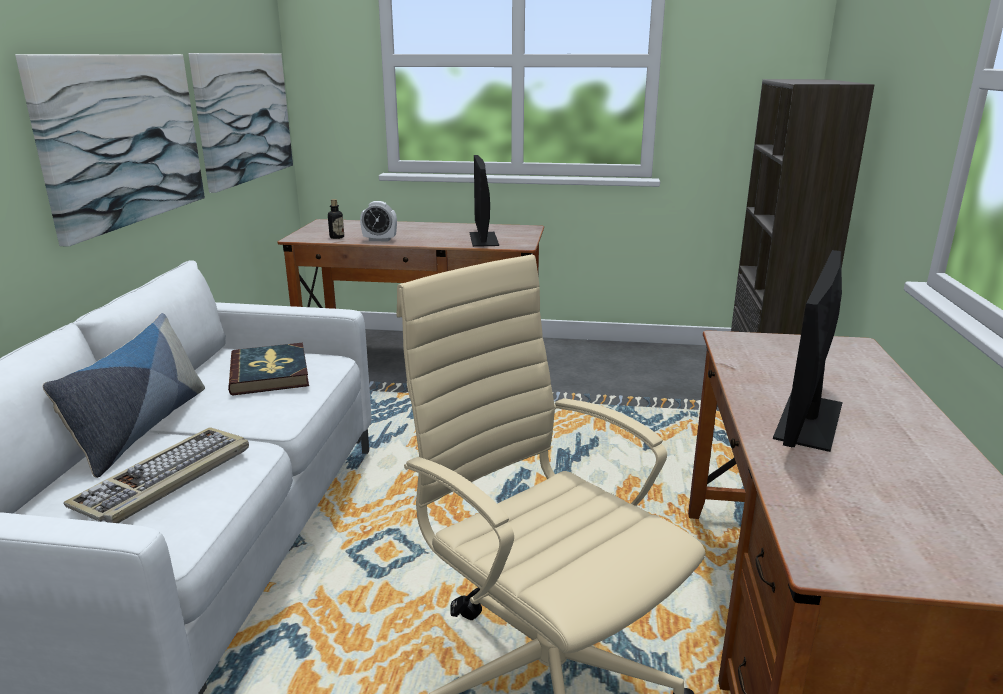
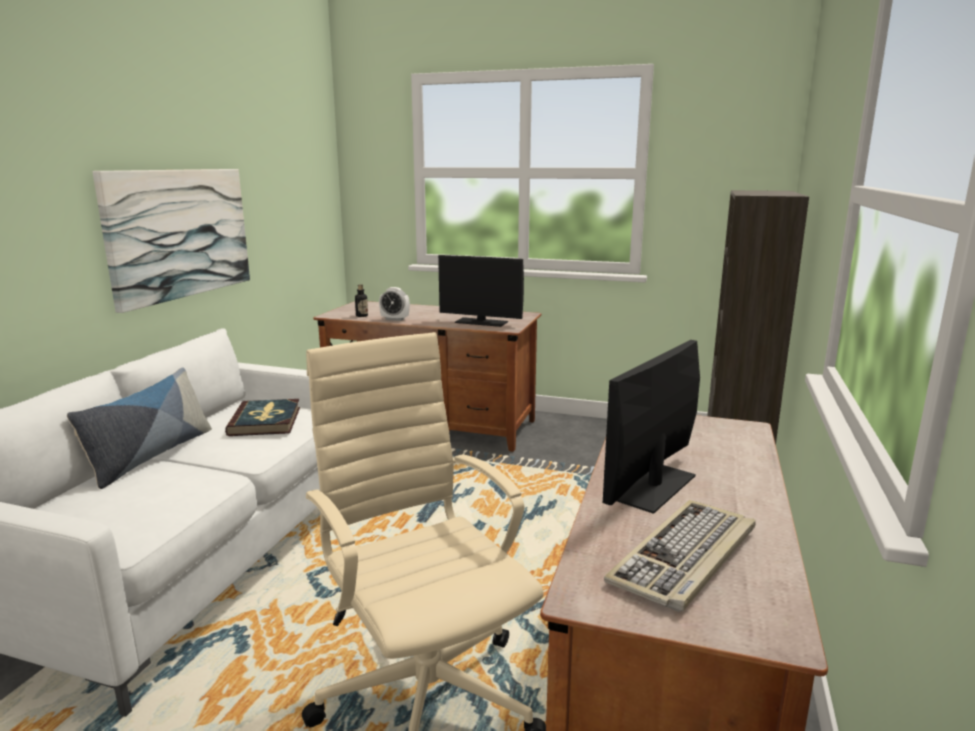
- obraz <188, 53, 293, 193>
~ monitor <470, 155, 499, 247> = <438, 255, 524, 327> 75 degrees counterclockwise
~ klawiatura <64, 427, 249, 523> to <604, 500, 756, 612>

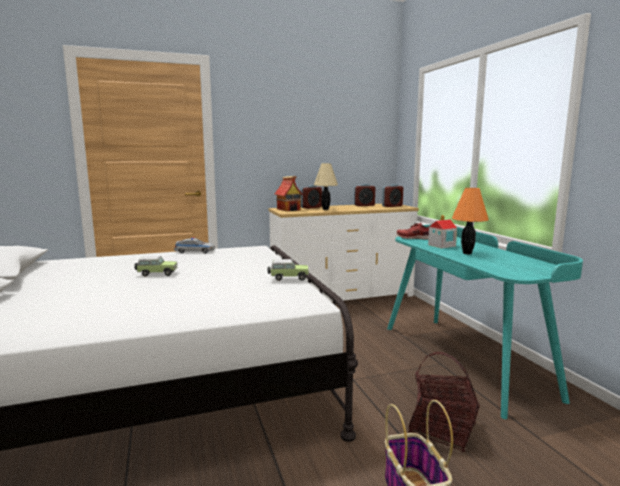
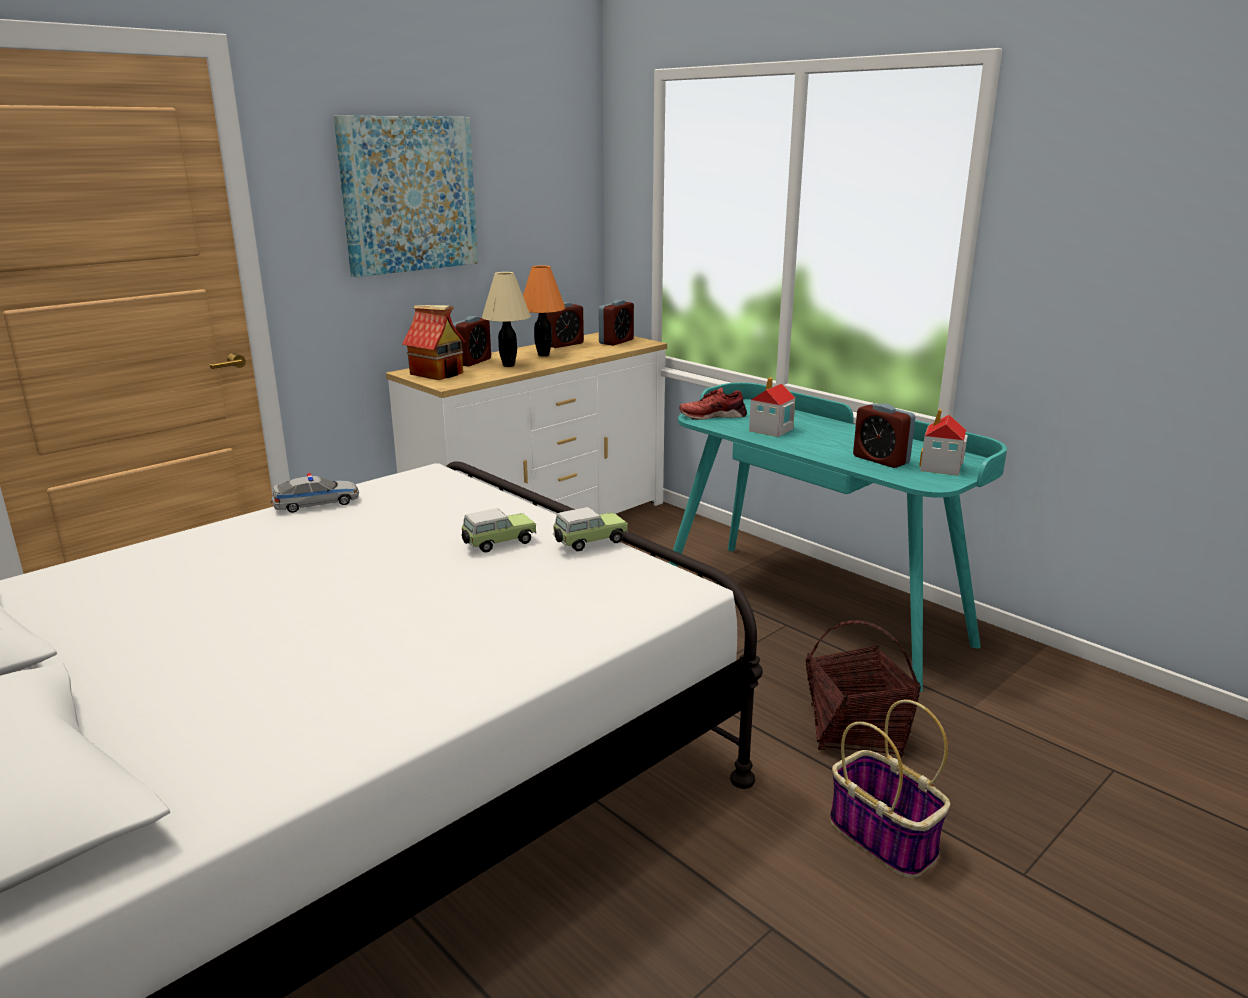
~ lampa stołowa [pomarańczowy] <452, 188, 489, 254> to <523, 265, 565, 357>
~ samochodzik <134, 256, 178, 277> to <461, 508, 536, 553>
+ obraz <334, 115, 478, 277>
+ budzik <853, 403, 915, 468>
+ domek <919, 409, 968, 476>

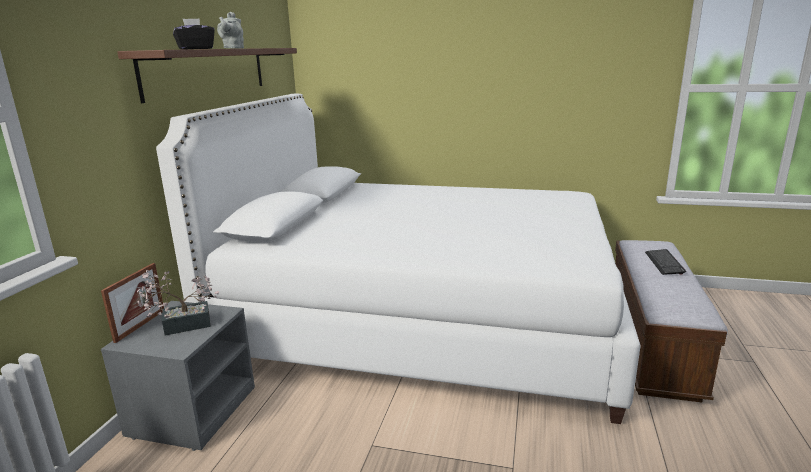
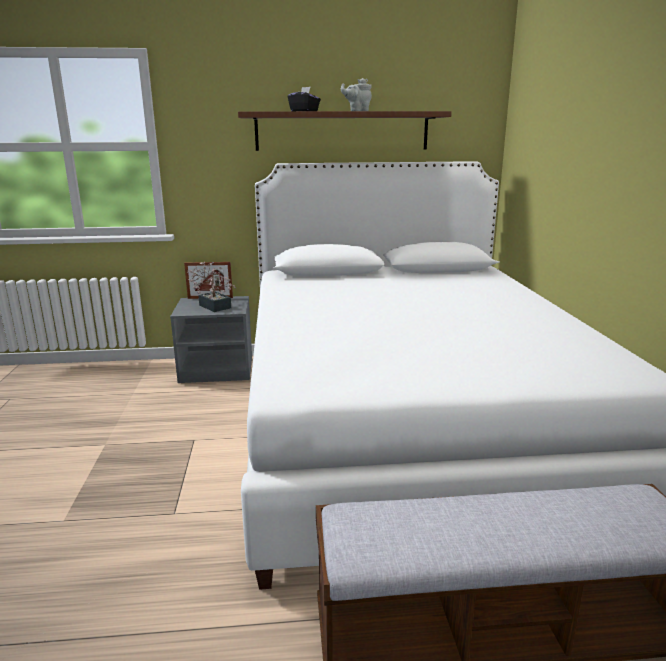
- klawiatura <645, 249, 686, 275>

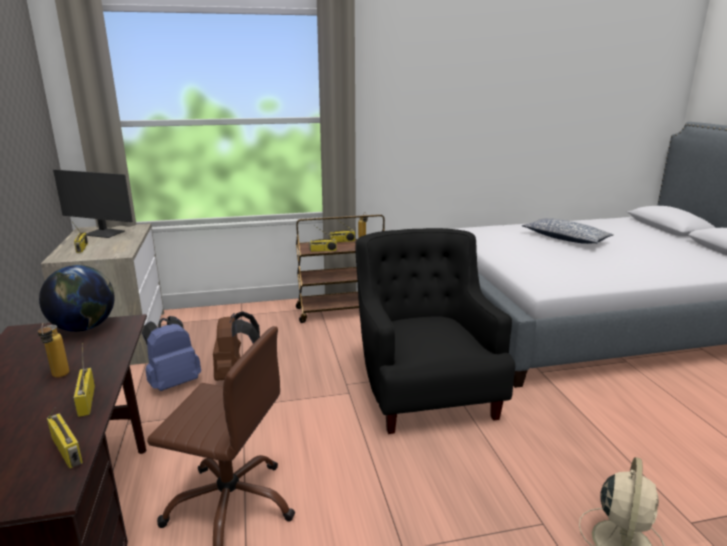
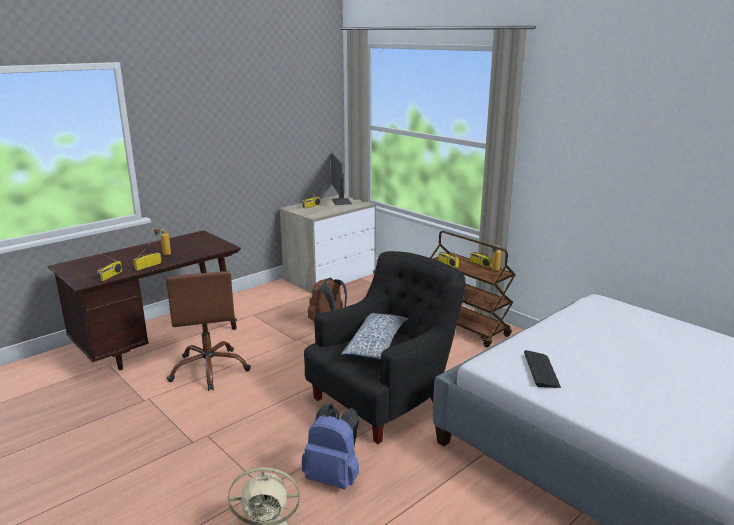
~ poduszka <522, 218, 613, 244> to <341, 313, 408, 360>
- globus <39, 265, 115, 332>
~ plecak [niebieski] <142, 316, 201, 391> to <302, 404, 359, 489>
+ klawiatura <524, 350, 561, 388>

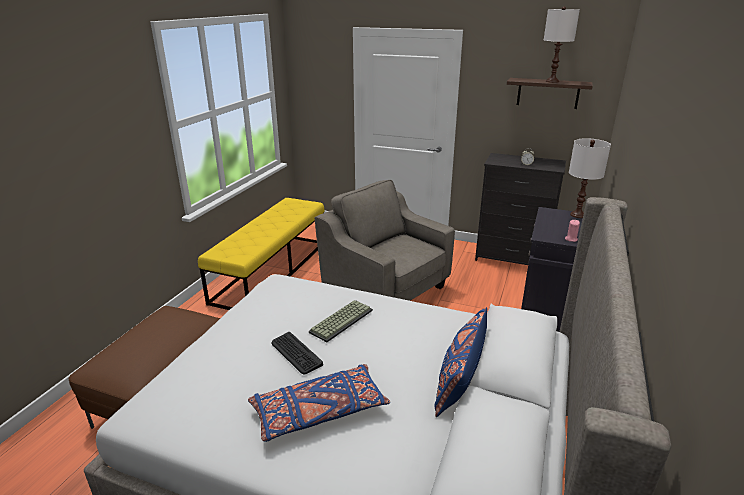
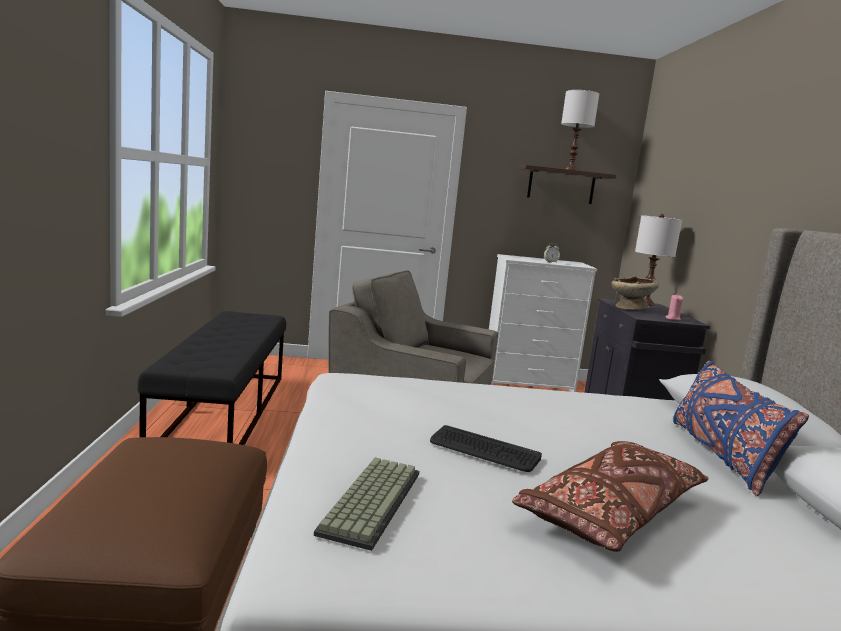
~ komoda [czarny] <475, 153, 566, 265> to komoda [biały] <489, 254, 597, 392>
~ ławka [żółty] <198, 198, 325, 310> to ławka [czarny] <138, 311, 286, 445>
~ klawiatura <309, 300, 373, 342> to <314, 458, 419, 551>
~ poduszka [niebieski] <248, 364, 390, 442> to poduszka [brązowy] <512, 441, 708, 552>
+ miska [beżowy] <611, 275, 659, 310>

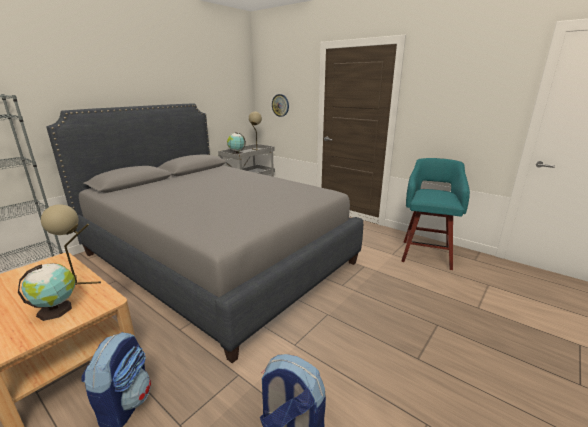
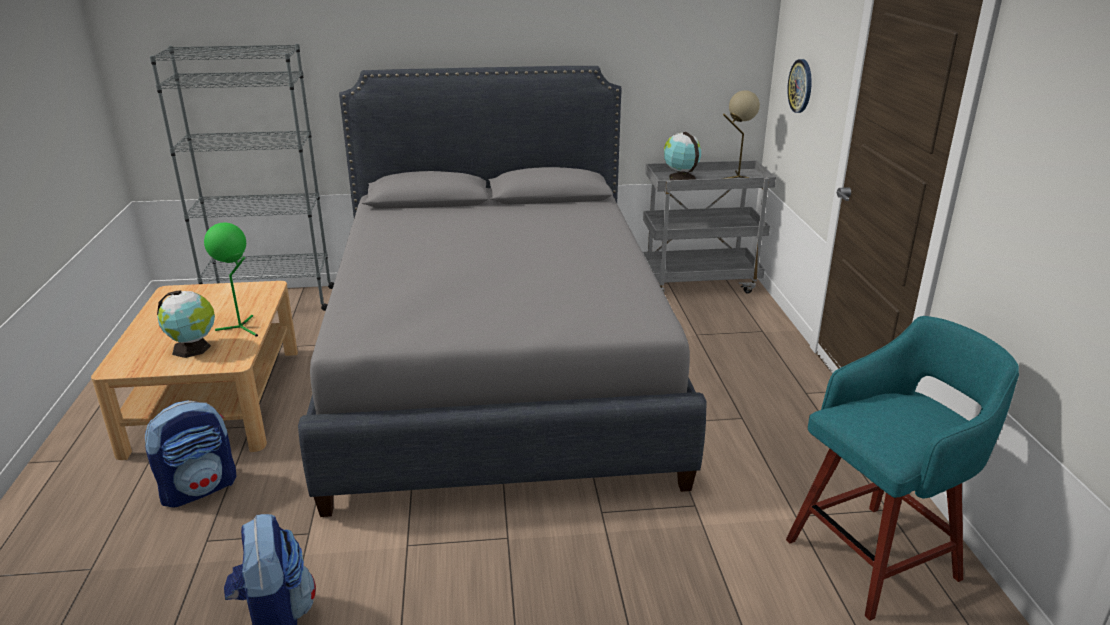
~ lampa stołowa [beżowy] <41, 204, 101, 285> to lampa stołowa [zielony] <204, 223, 258, 337>

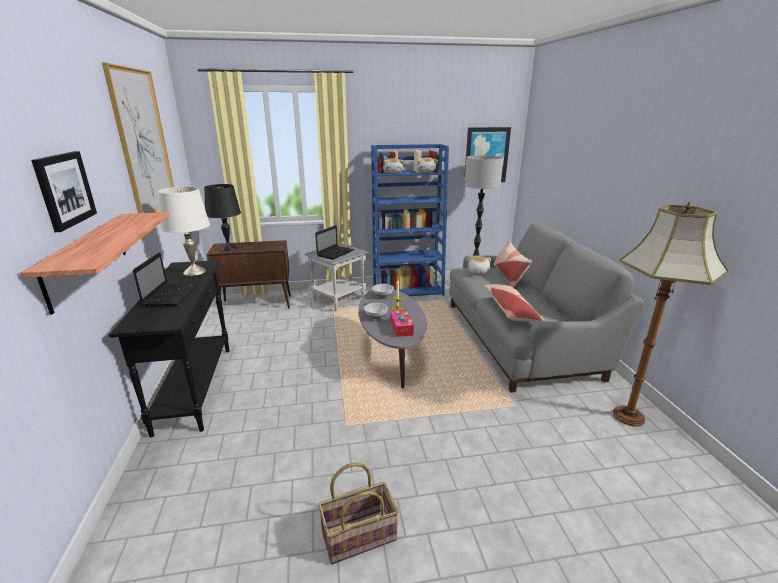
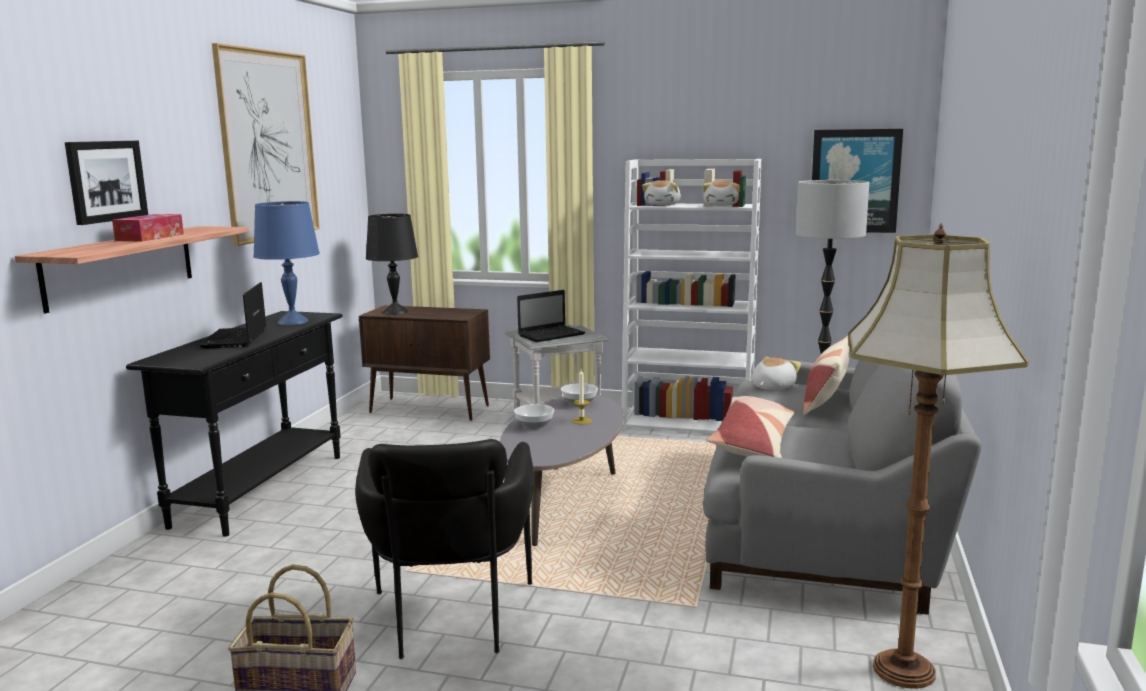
~ regał [niebieski] <371, 144, 449, 296> to regał [biały] <622, 159, 762, 433>
~ lampa stołowa [biały] <158, 186, 210, 276> to lampa stołowa [niebieski] <253, 201, 320, 325>
~ laptop <133, 252, 199, 307> = <199, 282, 266, 349> 150 degrees clockwise
~ pudełko chusteczek <390, 310, 414, 337> to <112, 214, 184, 242>
+ fotel [czarny] <355, 439, 534, 659>

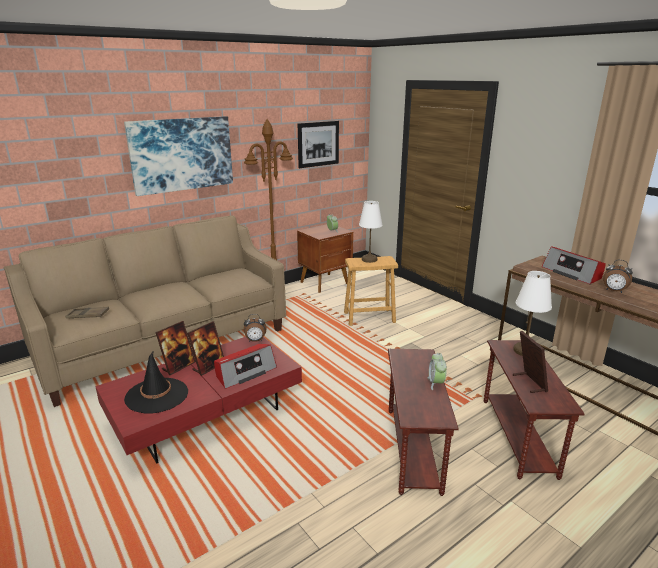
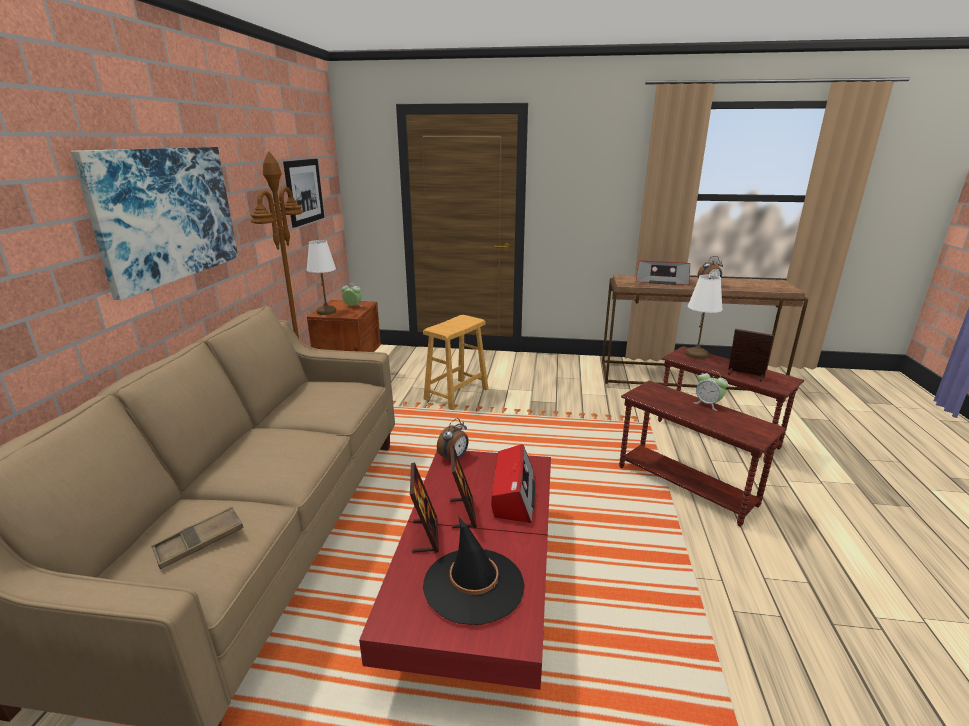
~ lampa stołowa [biały] <359, 201, 383, 263> to <307, 240, 336, 315>

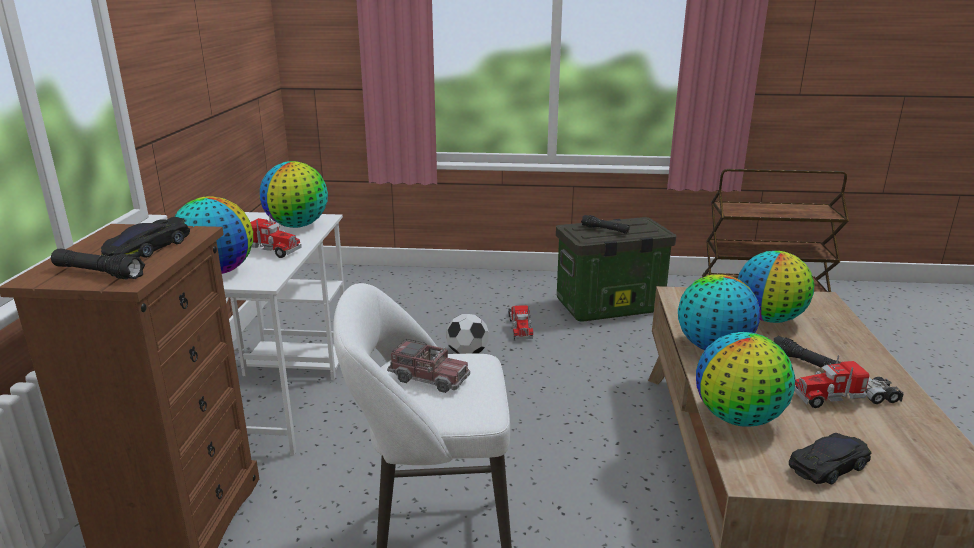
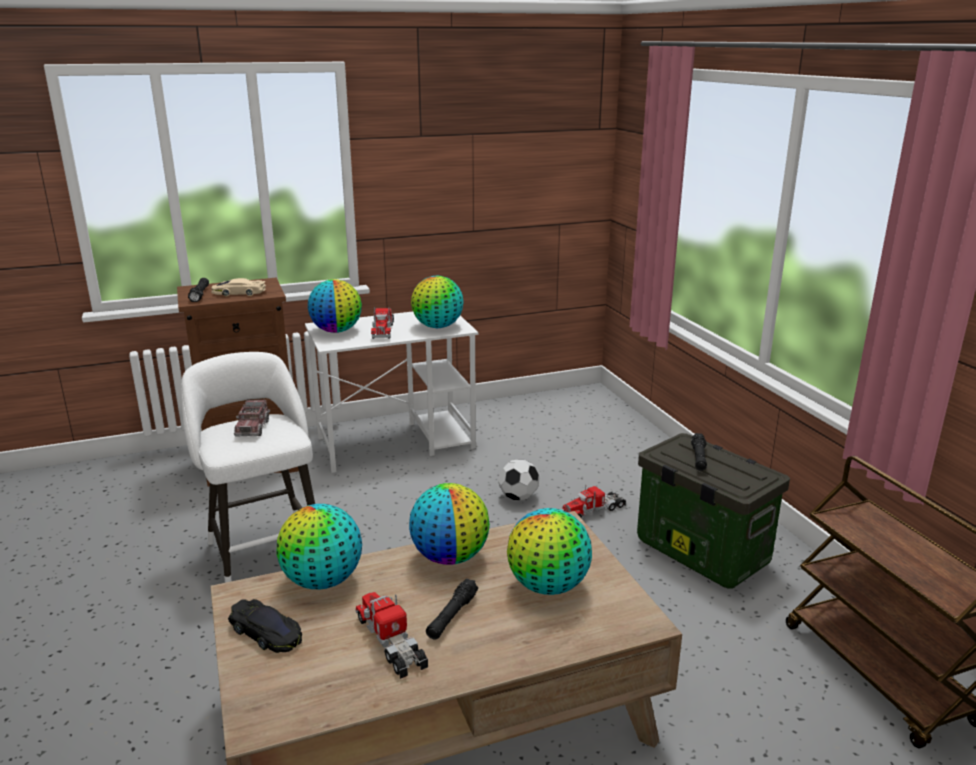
~ samochodzik [czarny] <101, 217, 190, 258> to samochodzik [beżowy] <211, 278, 266, 296>

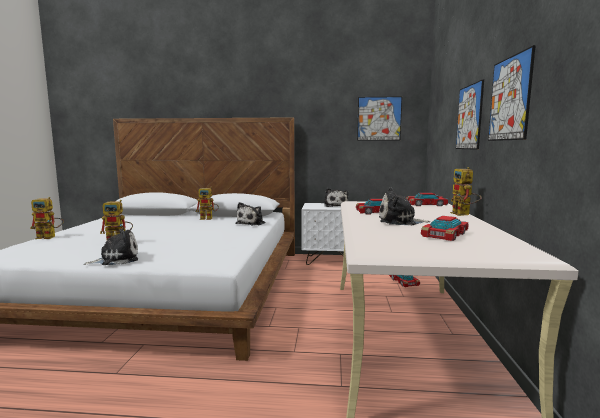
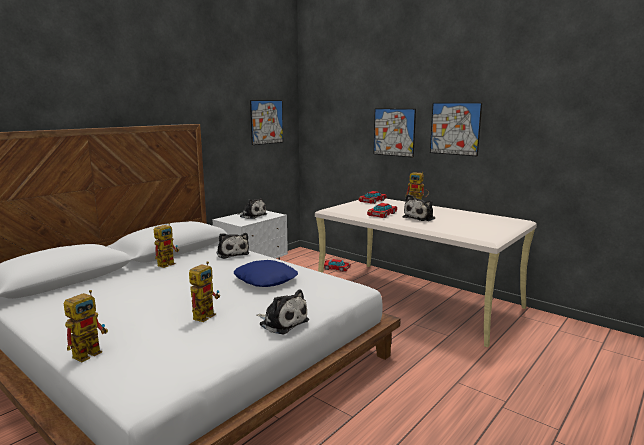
- samochodzik <421, 216, 469, 241>
~ pluszak <84, 229, 138, 265> = <256, 290, 309, 334> 120 degrees clockwise
+ poduszka [niebieski] <234, 260, 298, 287>

